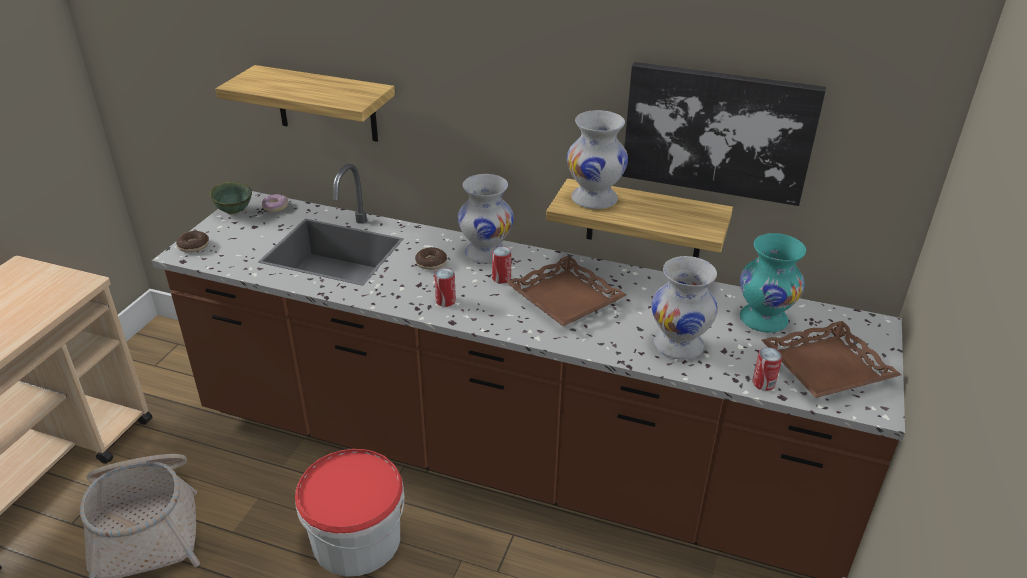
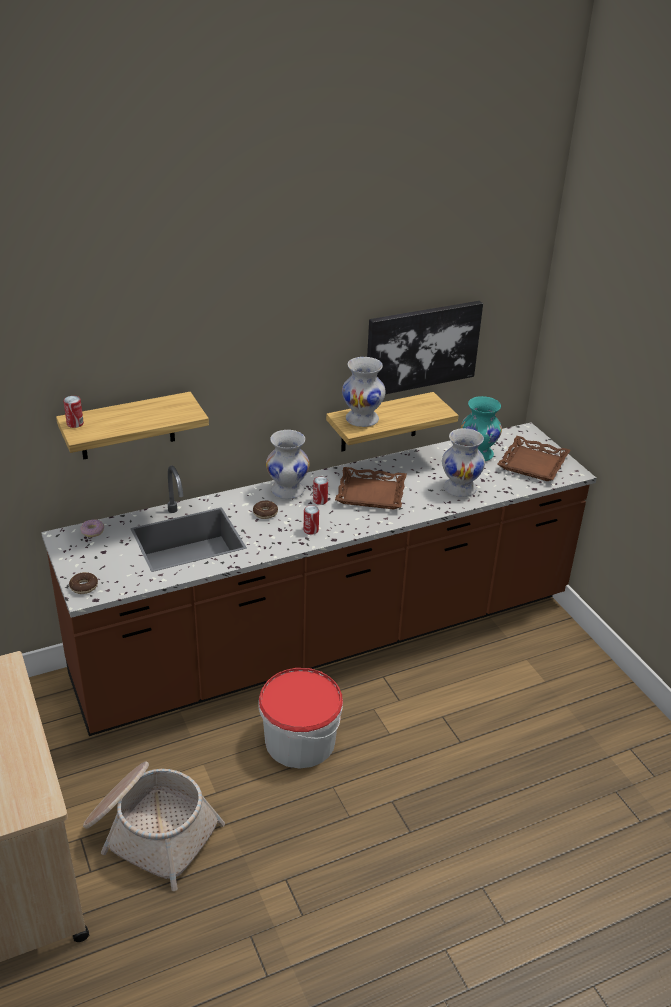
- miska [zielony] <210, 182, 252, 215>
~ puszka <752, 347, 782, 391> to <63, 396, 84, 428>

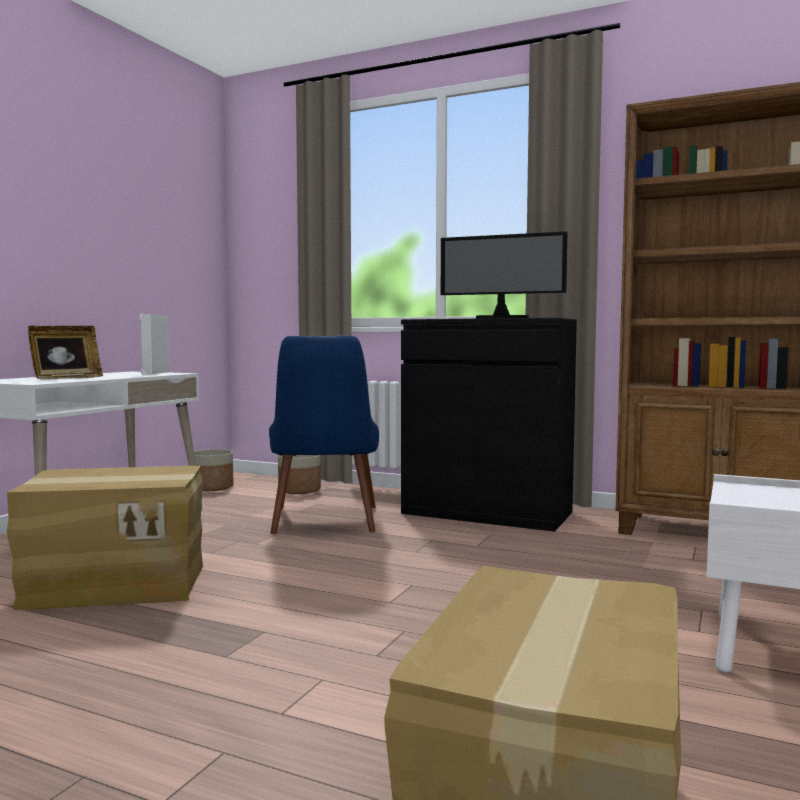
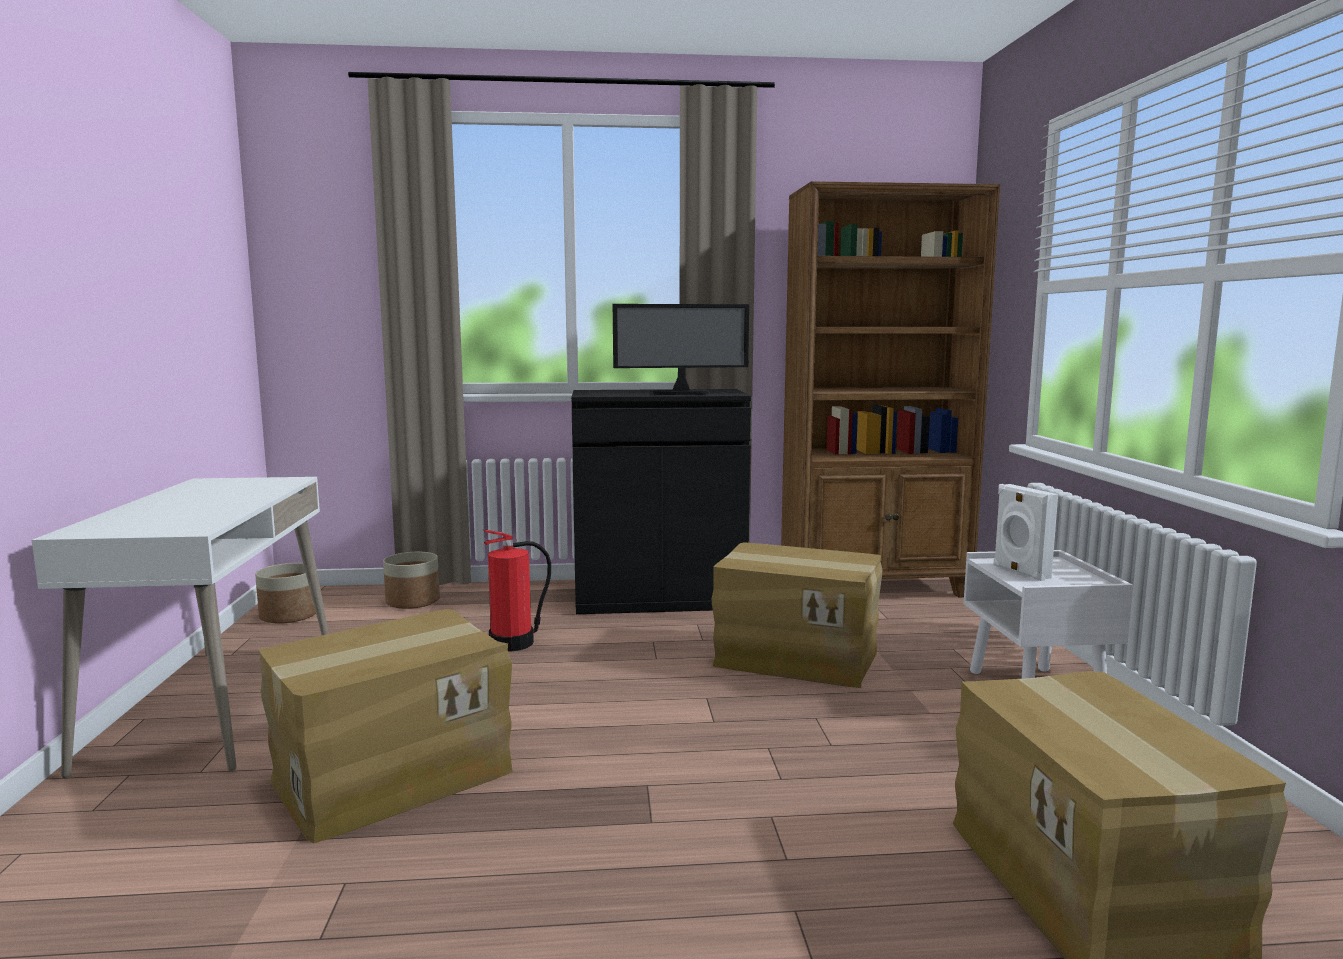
~ głośnik [biały] <139, 314, 169, 375> to <993, 484, 1058, 581>
- ramka na zdjęcie <28, 326, 103, 380>
~ krzesło [niebieski] <269, 336, 379, 534> to gaśnica <483, 529, 551, 651>
+ karton <712, 542, 882, 688>

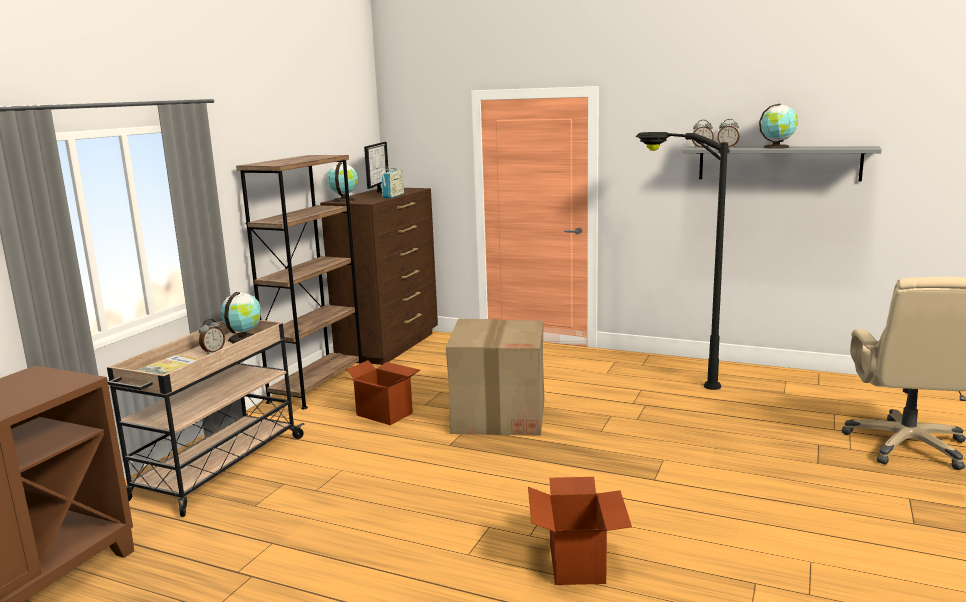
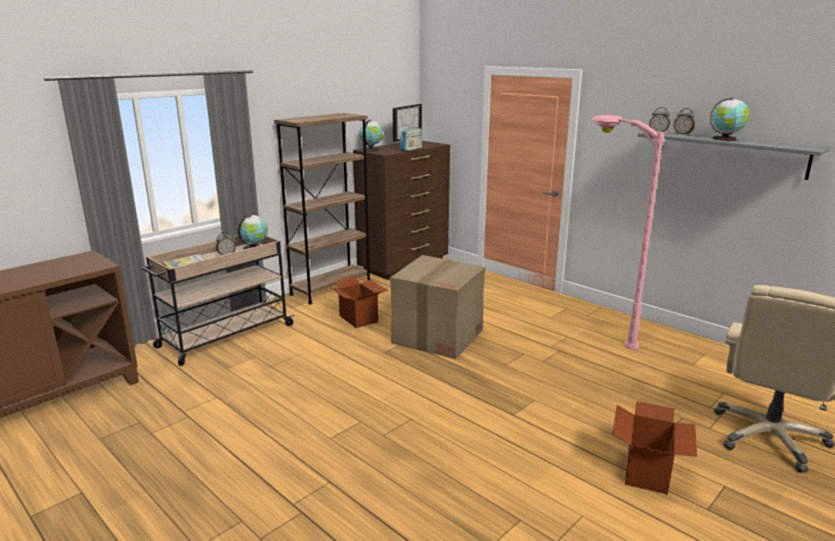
~ lampa stojąca [czarny] <636, 132, 730, 390> to lampa stojąca [różowy] <592, 115, 665, 349>
~ karton <528, 477, 632, 585> to <613, 401, 697, 494>

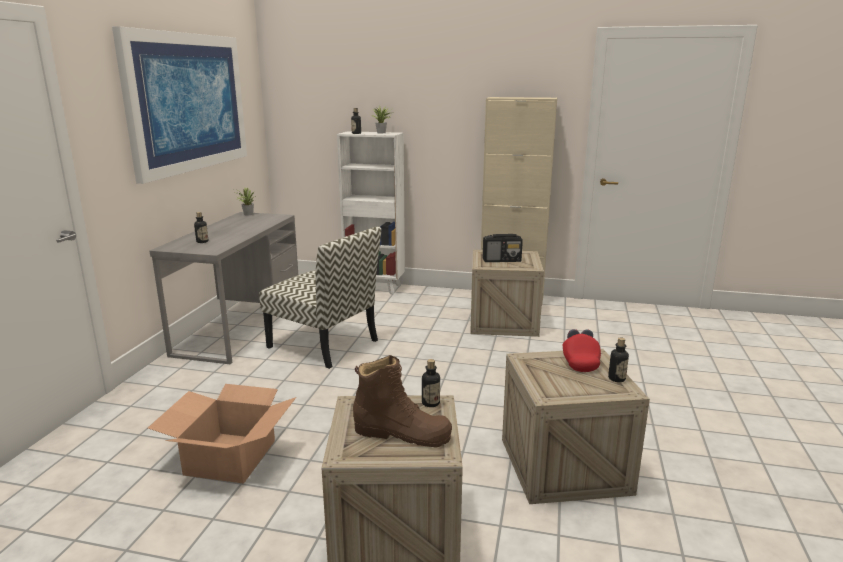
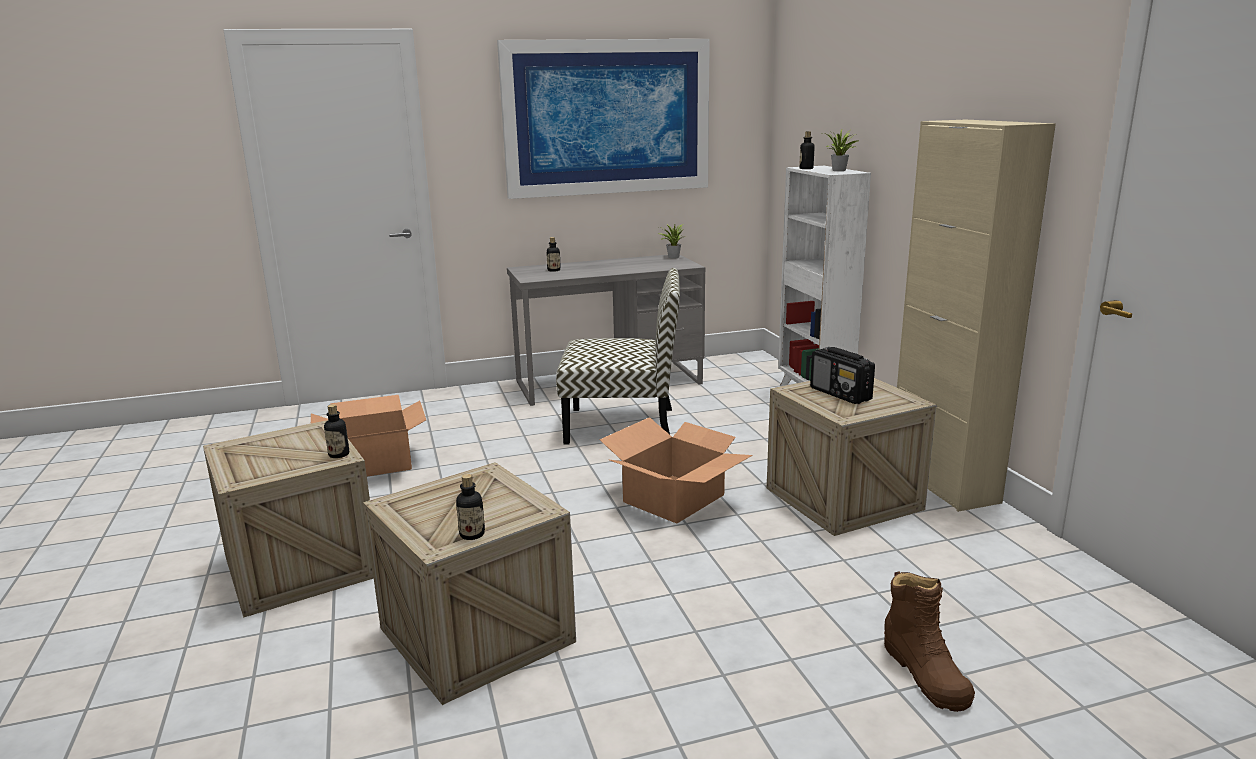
~ krzesło <259, 226, 381, 369> = <556, 268, 680, 445> 90 degrees counterclockwise
- czapka z daszkiem [czerwony] <563, 329, 601, 372>
~ but z cholewką [brązowy] <353, 355, 452, 448> to <884, 571, 975, 712>
+ karton <600, 417, 753, 524>

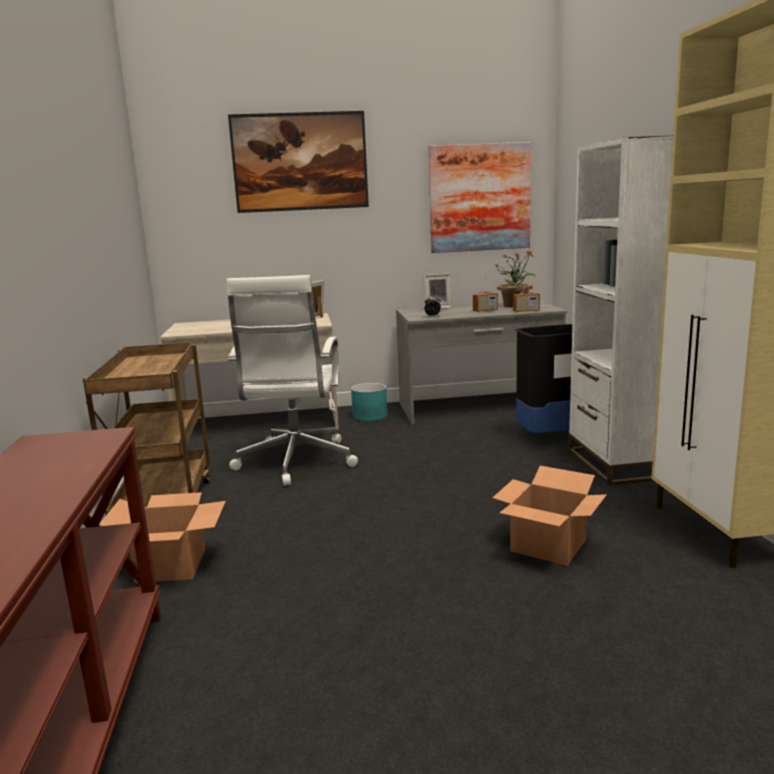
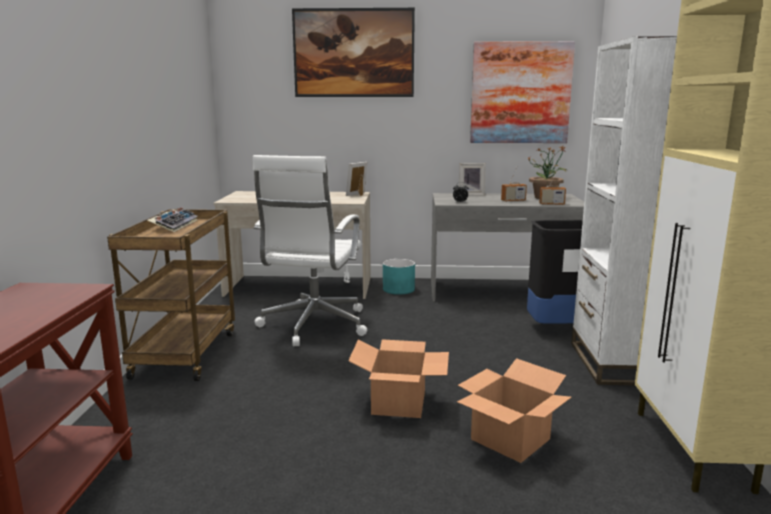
~ karton <99, 492, 226, 583> to <348, 339, 449, 418>
+ klawiatura <147, 207, 197, 232>

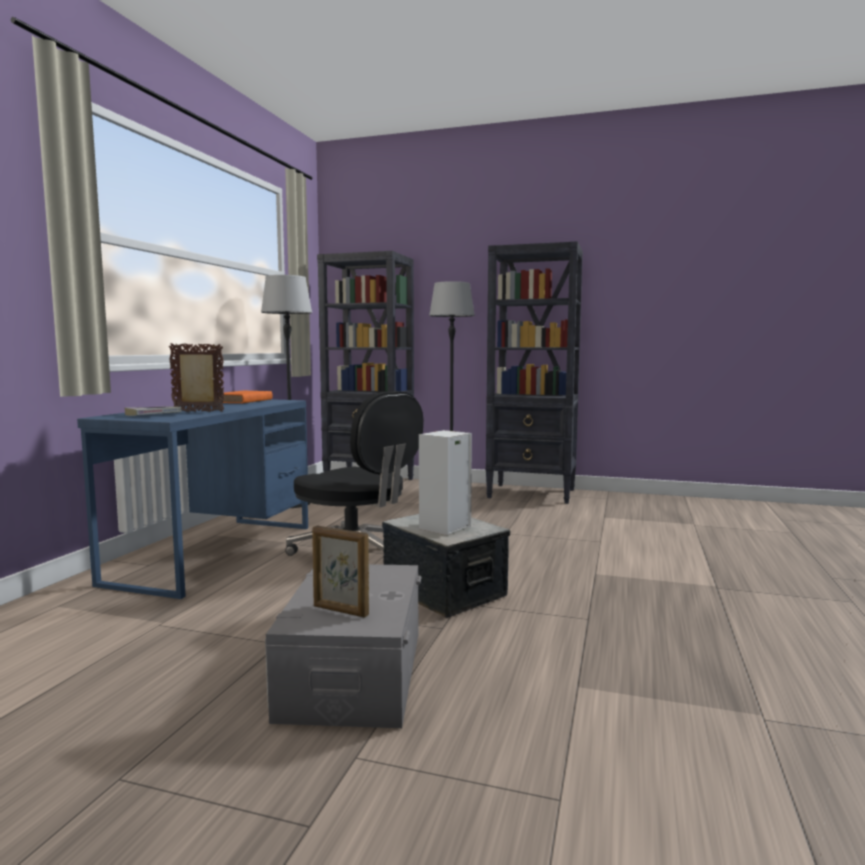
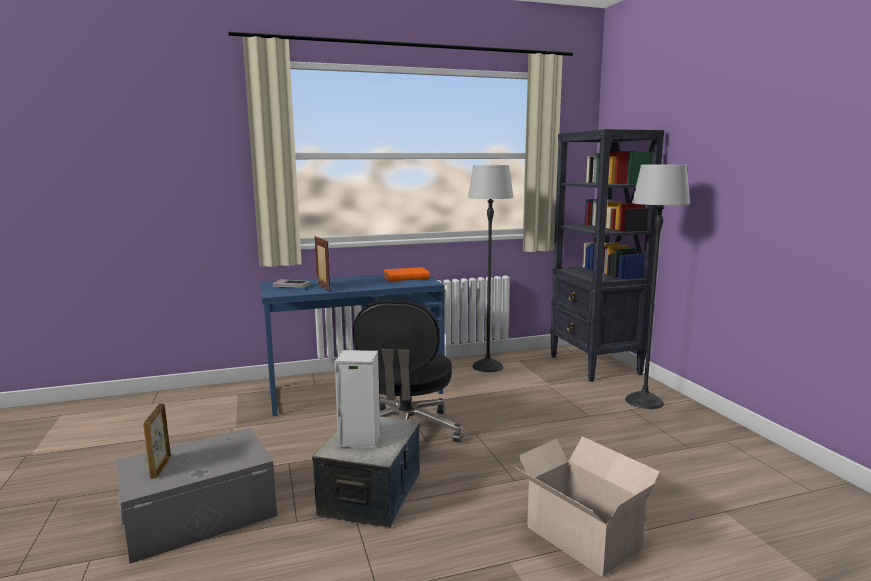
- regał [czarny] <486, 241, 583, 504>
+ karton <515, 436, 660, 577>

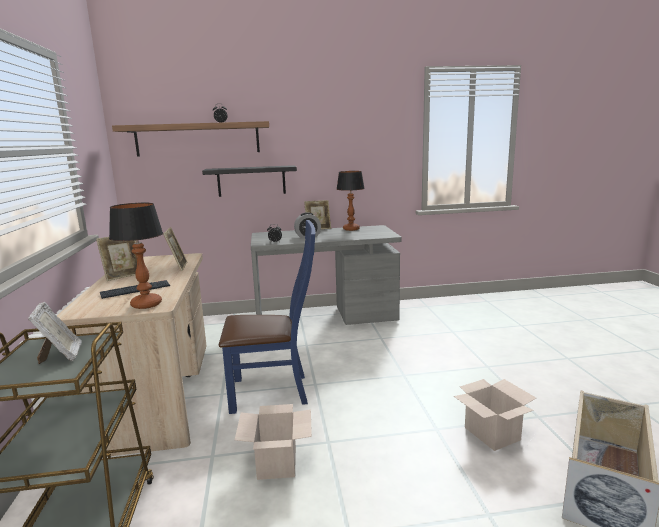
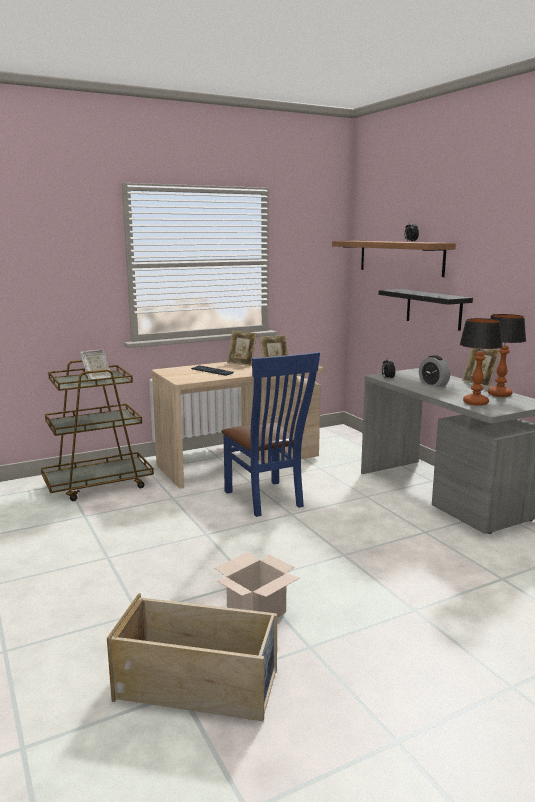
~ lampa stołowa <109, 203, 163, 309> to <460, 318, 503, 406>
- karton <235, 404, 312, 480>

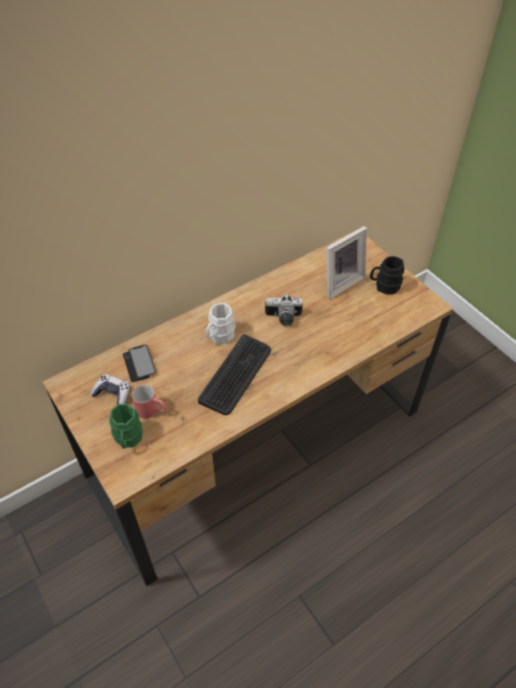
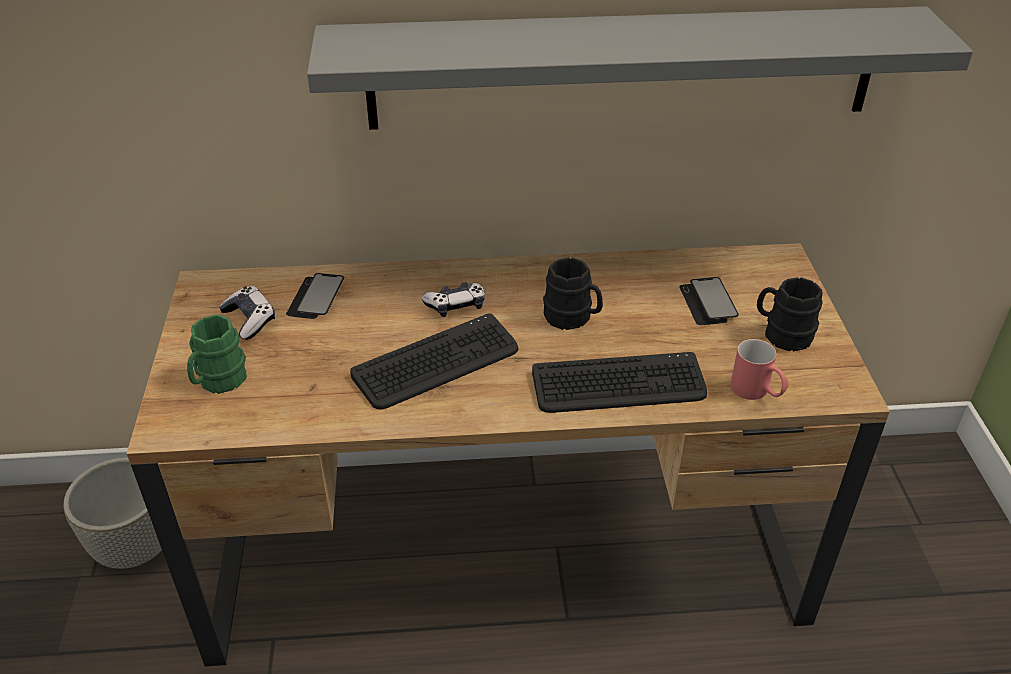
~ ramka na zdjęcie <326, 226, 367, 299> to telefon <679, 277, 739, 325>
~ aparat fotograficzny <265, 294, 303, 326> to kubek [czarny] <543, 258, 603, 330>
~ kubek [biały] <206, 303, 235, 344> to pad do gier <422, 282, 485, 317>
~ kubek [czerwony] <132, 385, 167, 419> to <730, 339, 788, 400>
+ półka [szary] <307, 6, 973, 130>
+ klawiatura <532, 352, 707, 413>
+ donica [szary] <63, 457, 162, 569>

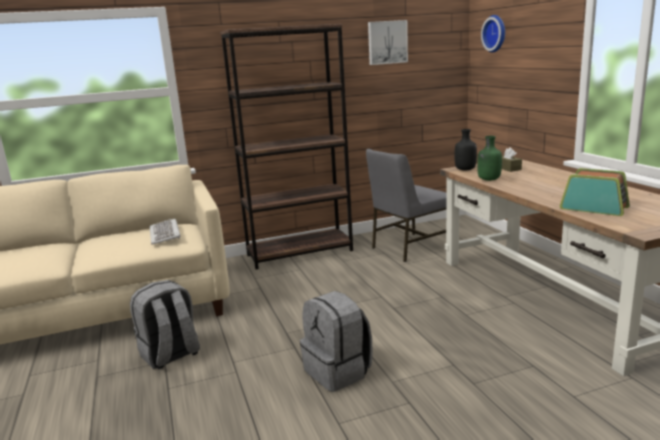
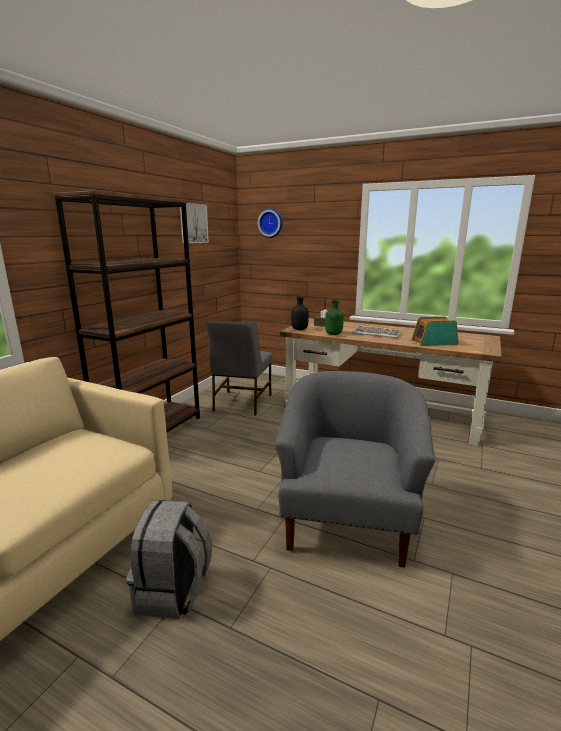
~ klawiatura <149, 219, 181, 245> to <353, 325, 402, 338>
~ plecak [szary] <300, 291, 373, 392> to fotel [szary] <275, 371, 436, 568>

